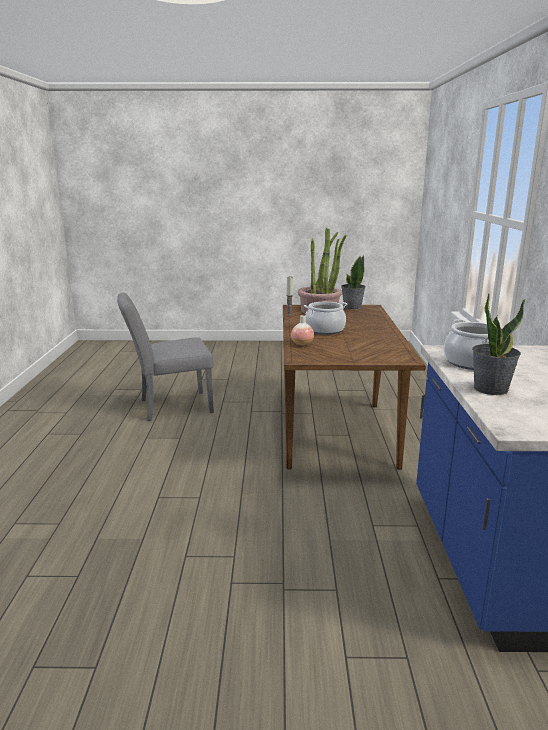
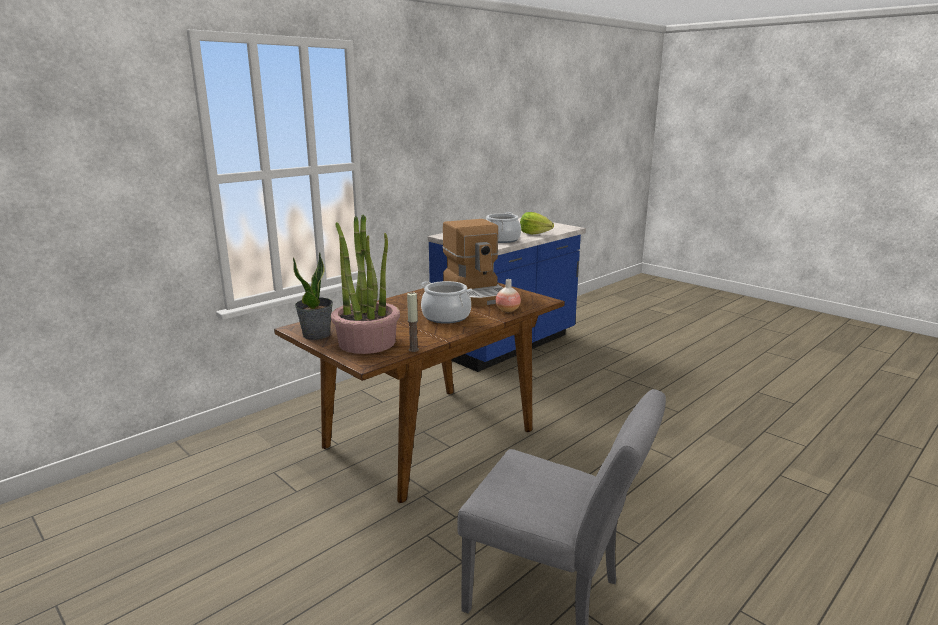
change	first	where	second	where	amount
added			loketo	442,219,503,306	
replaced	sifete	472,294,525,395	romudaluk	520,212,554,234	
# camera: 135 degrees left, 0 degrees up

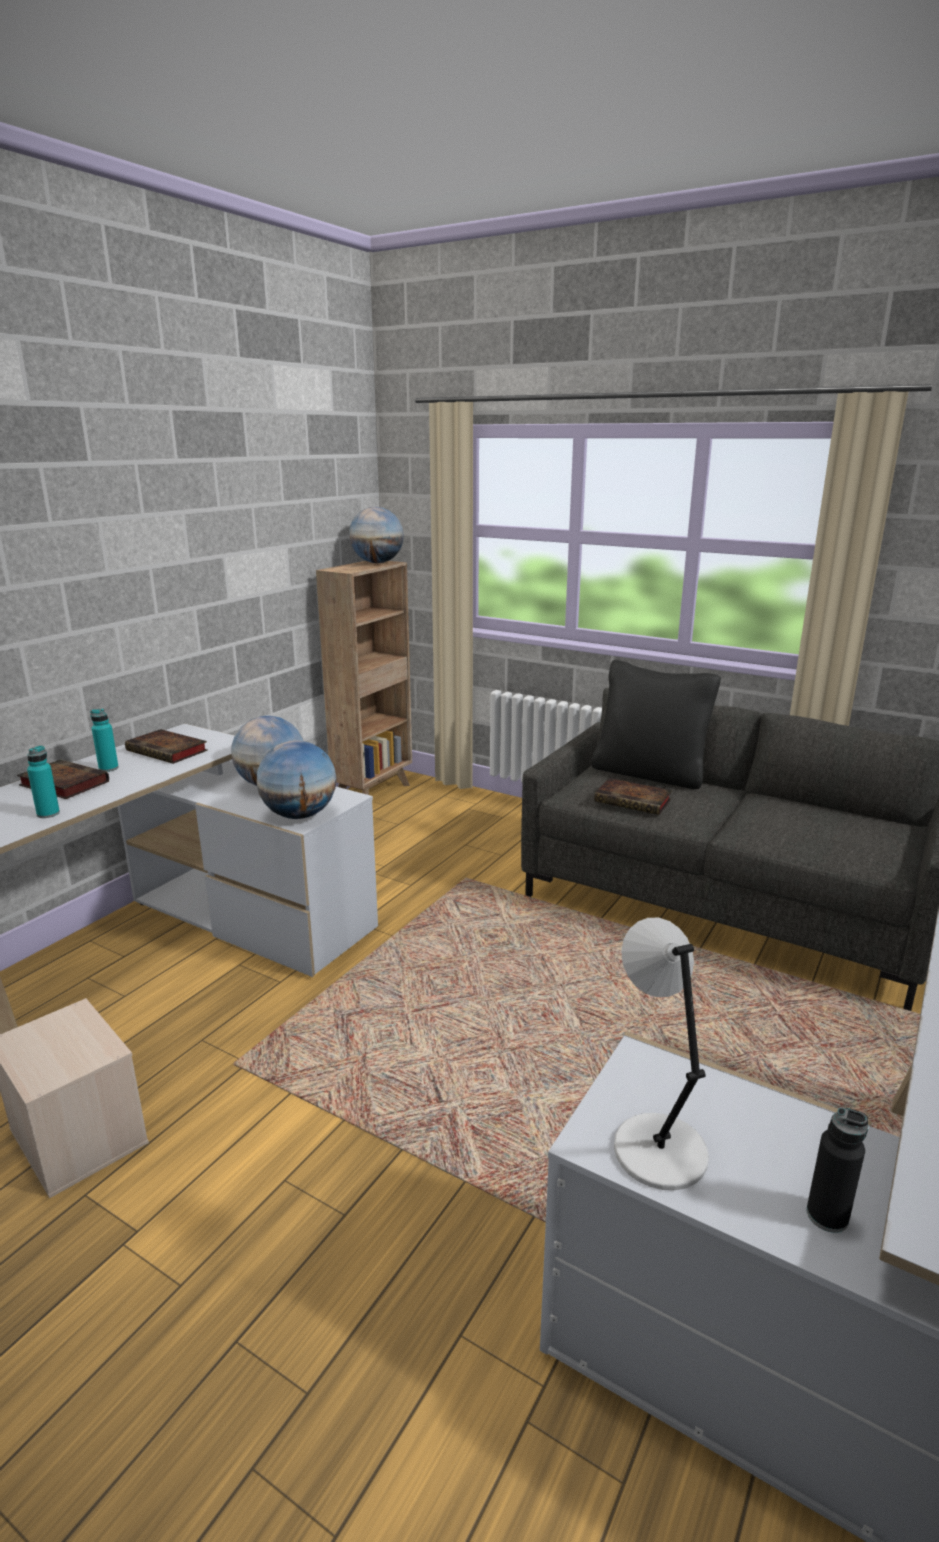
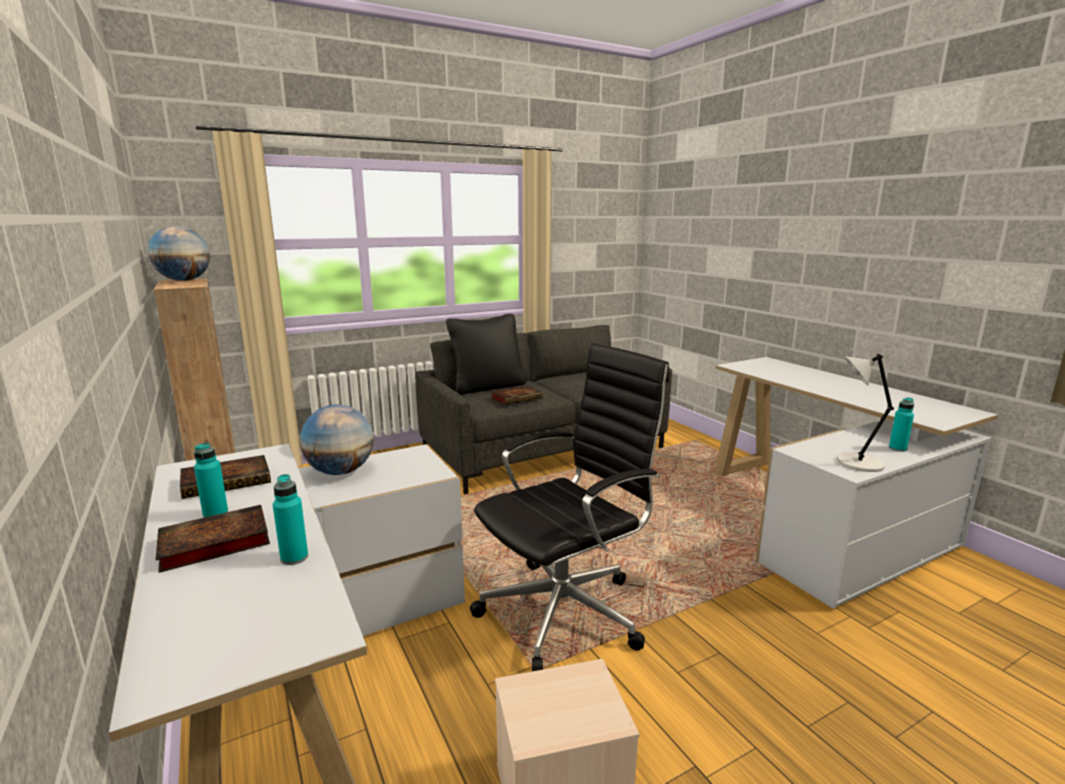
change	first	where	second	where	amount
removed	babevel	257,740,337,819			
added			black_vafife	470,343,669,671	
recoloured	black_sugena	807,1107,868,1233	turquoise_sugena	889,398,914,452	
# camera: 60 degrees left, 5 degrees down

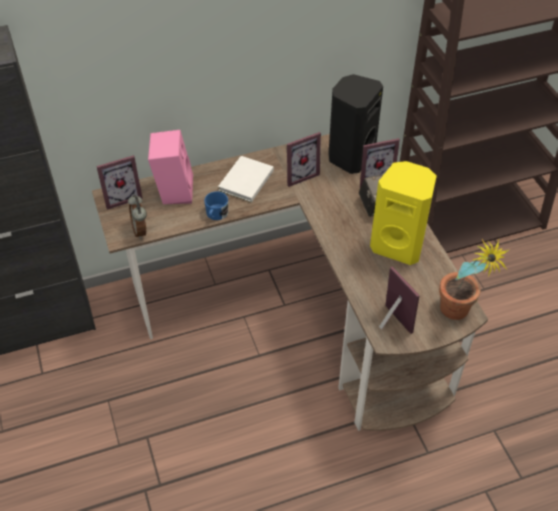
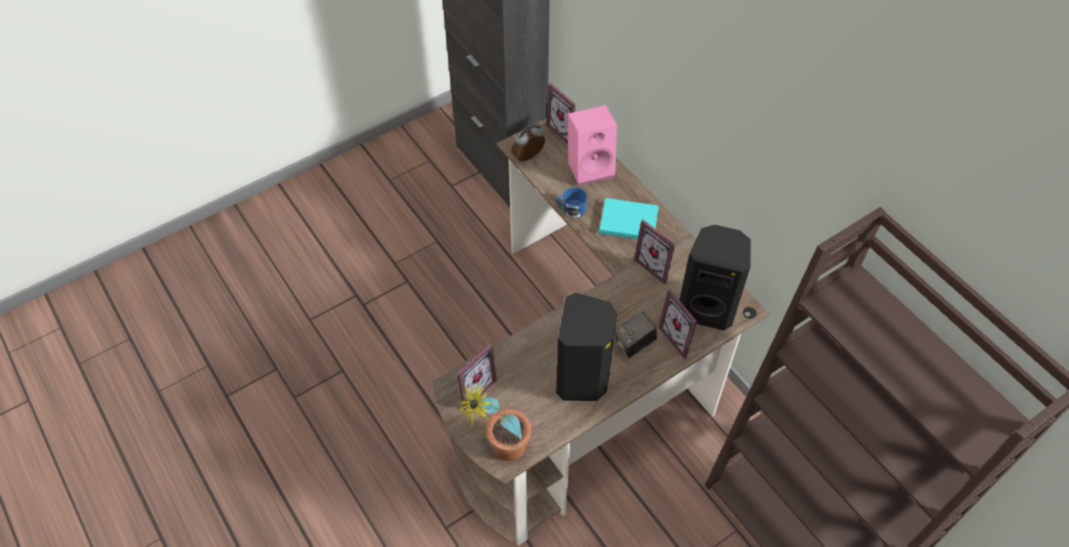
change	first	where	second	where	amount
recoloured	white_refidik	218,156,274,202	turquoise_refidik	599,198,659,239	
recoloured	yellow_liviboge	370,161,437,265	black_liviboge	556,293,617,401	
# camera: 75 degrees right, 5 degrees up

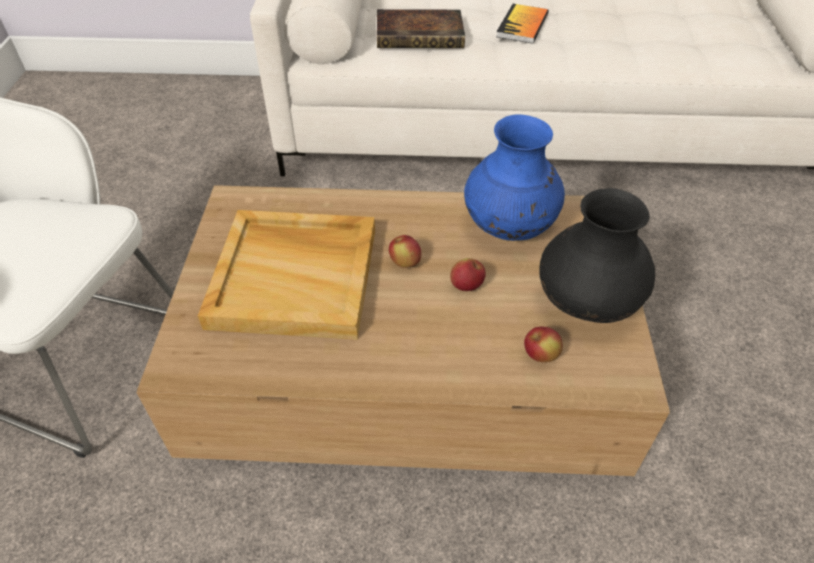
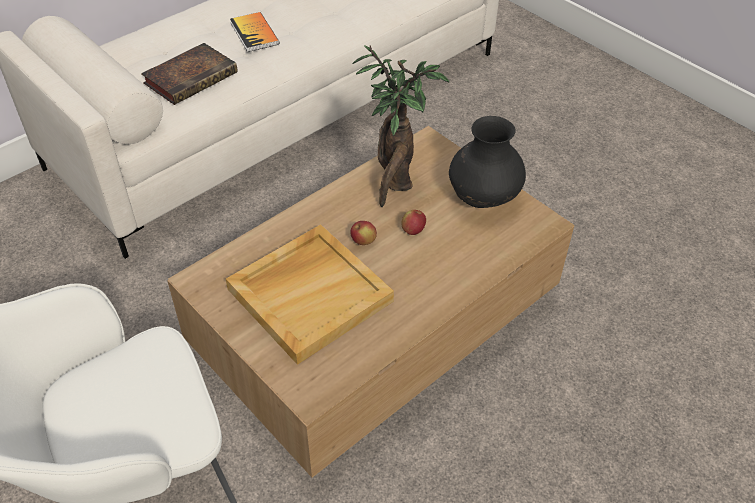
change	first	where	second	where	amount
removed	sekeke	524,327,563,362			
replaced	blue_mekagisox	464,114,565,241	sifete	352,45,449,207	
# camera: 45 degrees left, 0 degrees up

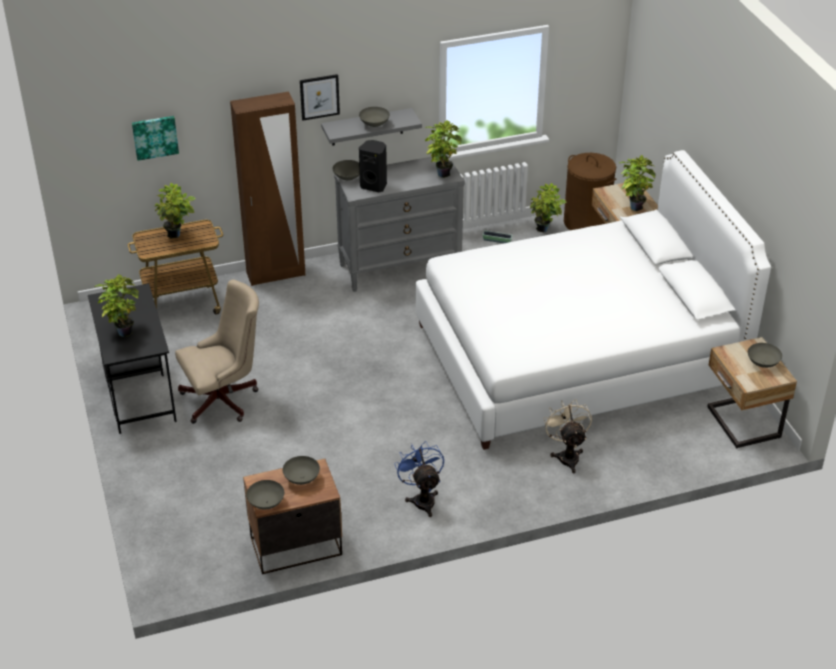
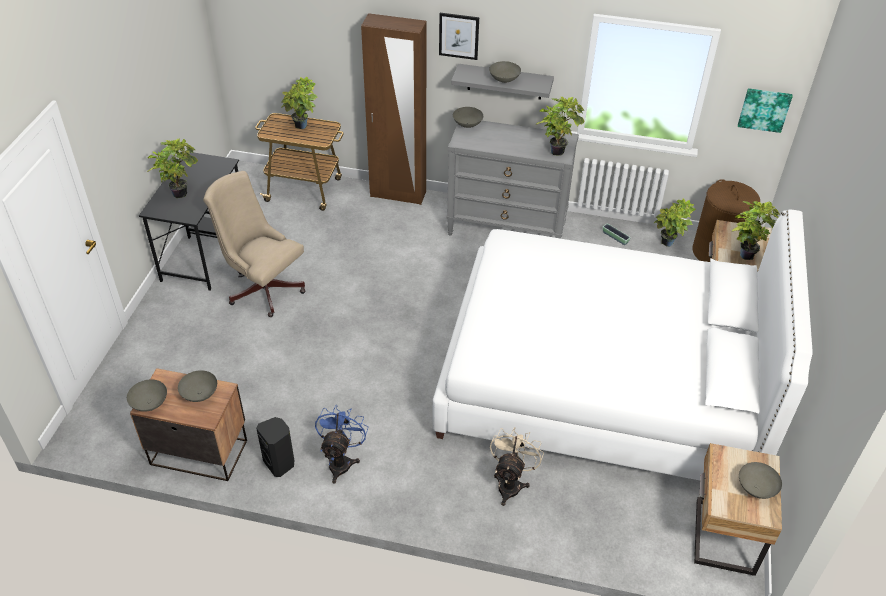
change	first	where	second	where	amount
moved	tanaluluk	132,116,179,161		738,88,793,133	
moved	black_liviboge	359,140,387,192		256,417,294,477	
turned	beige_vafife	175,279,259,424		203,171,306,317	150 degrees counterclockwise
# camera: 30 degrees right, 5 degrees up

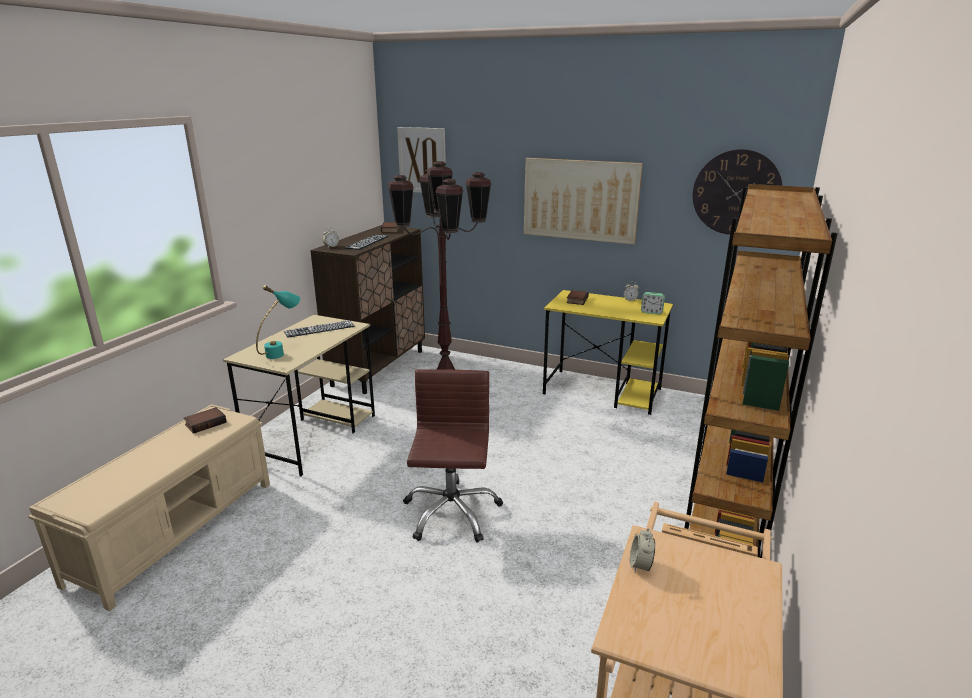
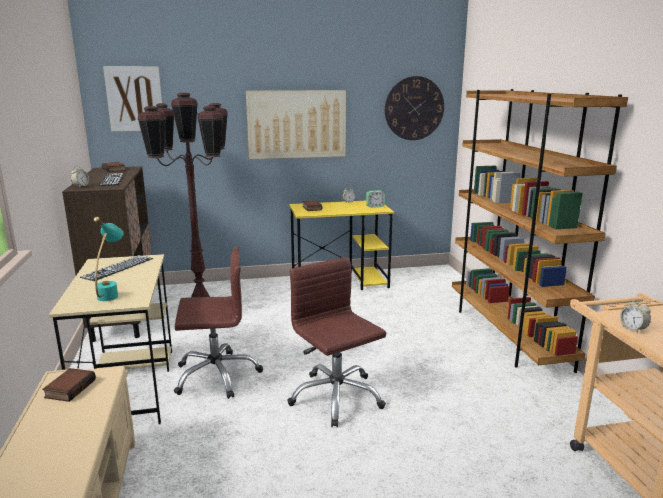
change	first	where	second	where	amount
added			brown_vafife	174,246,263,399	
# camera: 35 degrees left, 5 degrees down

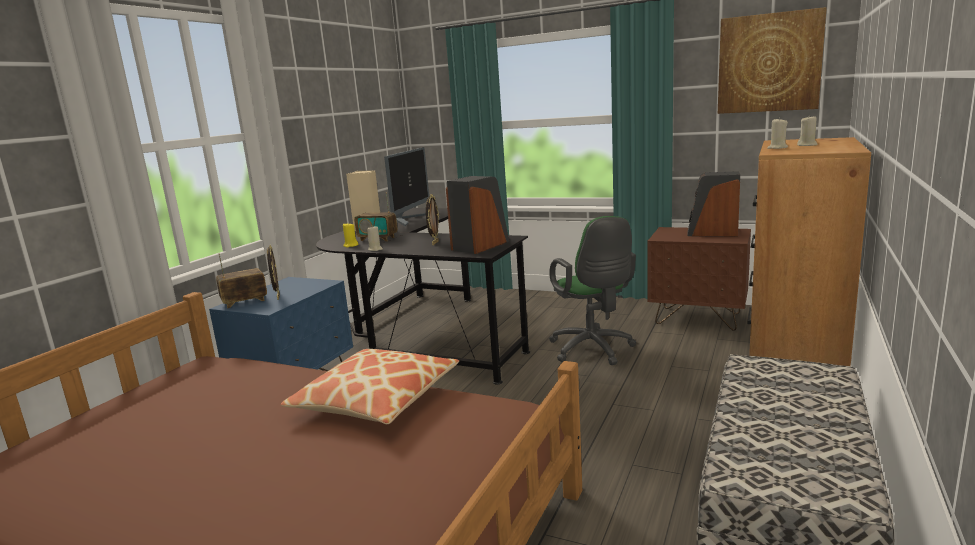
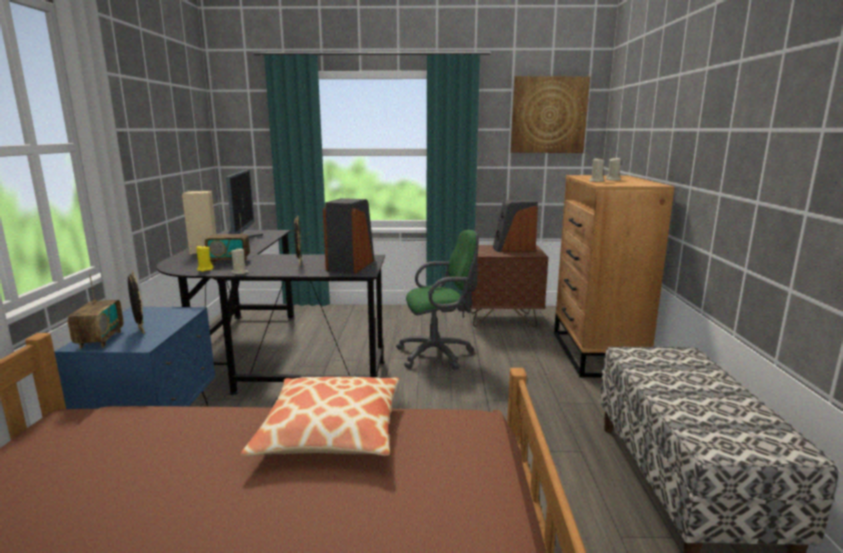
change	first	where	second	where	amount
turned	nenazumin	216,253,267,308		68,274,124,349	135 degrees clockwise
turned	green_vafife	549,216,637,365		396,230,479,370	60 degrees counterclockwise
# camera: 25 degrees left, 0 degrees up

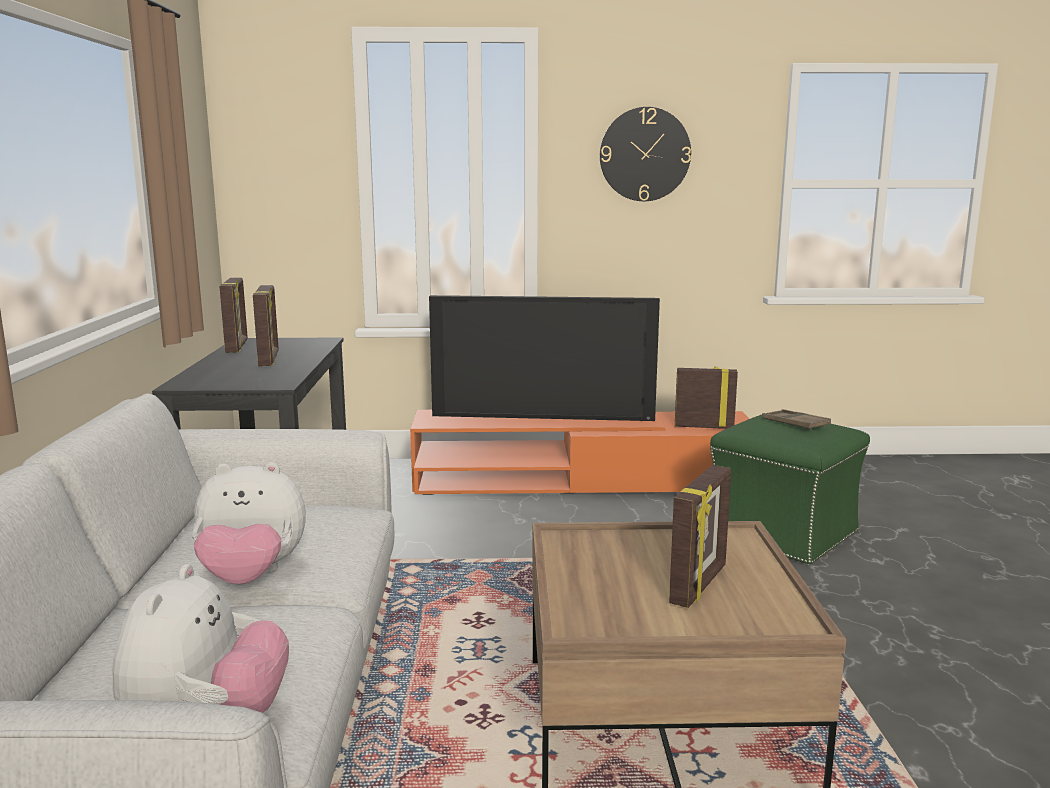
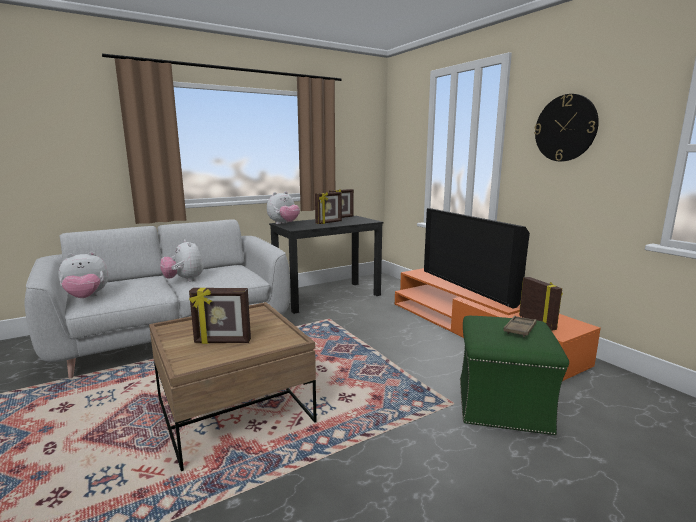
change	first	where	second	where	amount
added			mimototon	267,191,300,224	
# camera: 60 degrees right, 0 degrees up

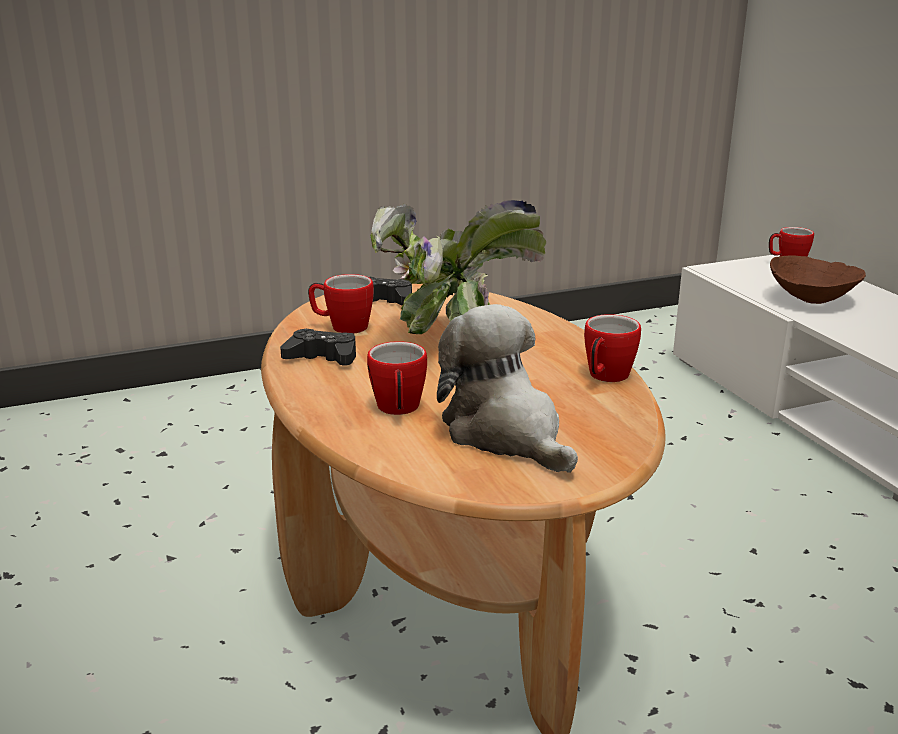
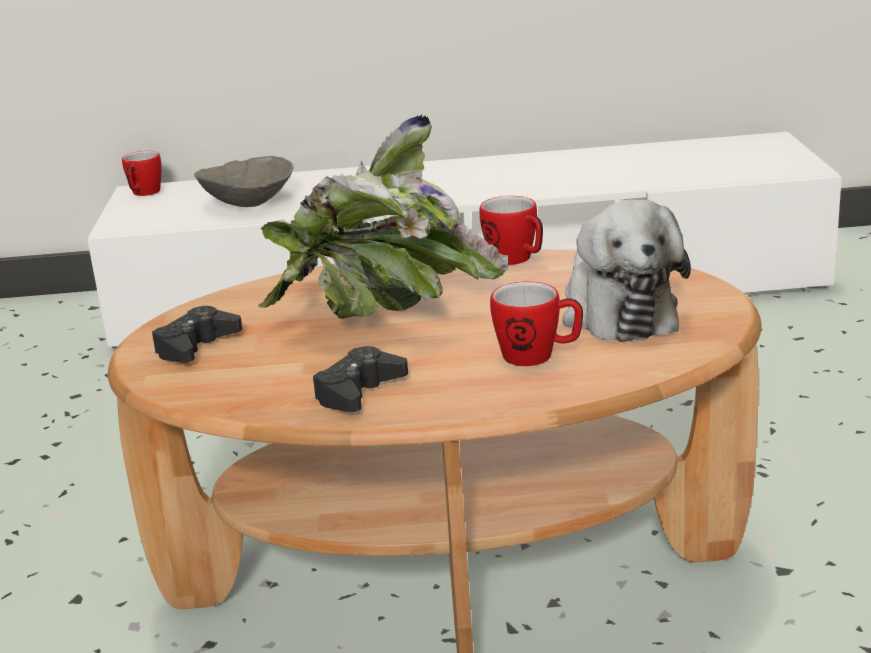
change	first	where	second	where	amount
removed	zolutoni	308,274,374,334			
recoloured	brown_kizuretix	770,255,866,304	grey_kizuretix	194,156,294,207	
turned	mimototon	437,304,578,473		563,199,691,342	90 degrees counterclockwise
# camera: 70 degrees left, 0 degrees up

